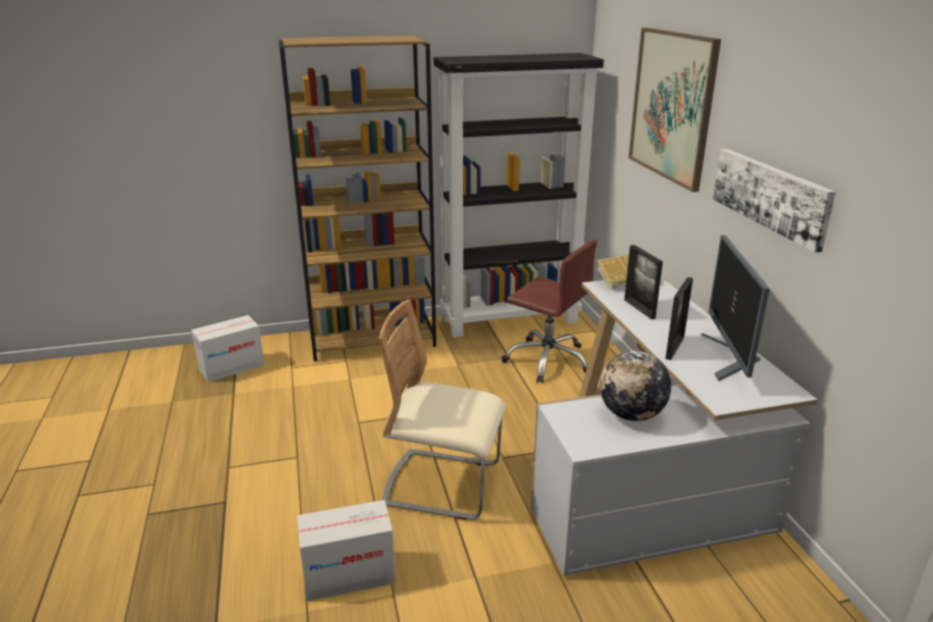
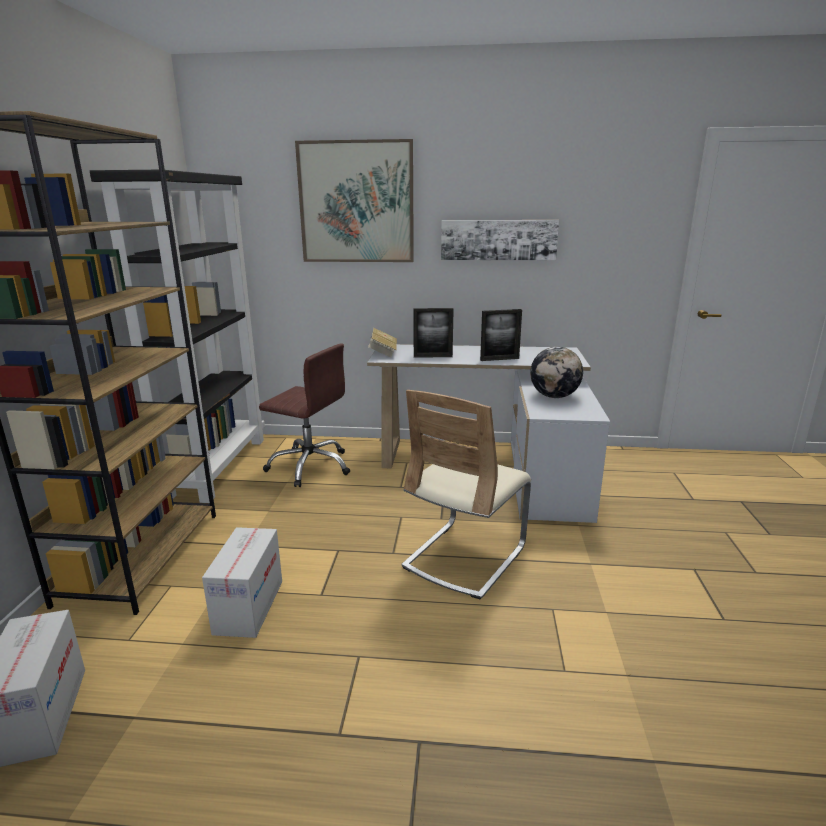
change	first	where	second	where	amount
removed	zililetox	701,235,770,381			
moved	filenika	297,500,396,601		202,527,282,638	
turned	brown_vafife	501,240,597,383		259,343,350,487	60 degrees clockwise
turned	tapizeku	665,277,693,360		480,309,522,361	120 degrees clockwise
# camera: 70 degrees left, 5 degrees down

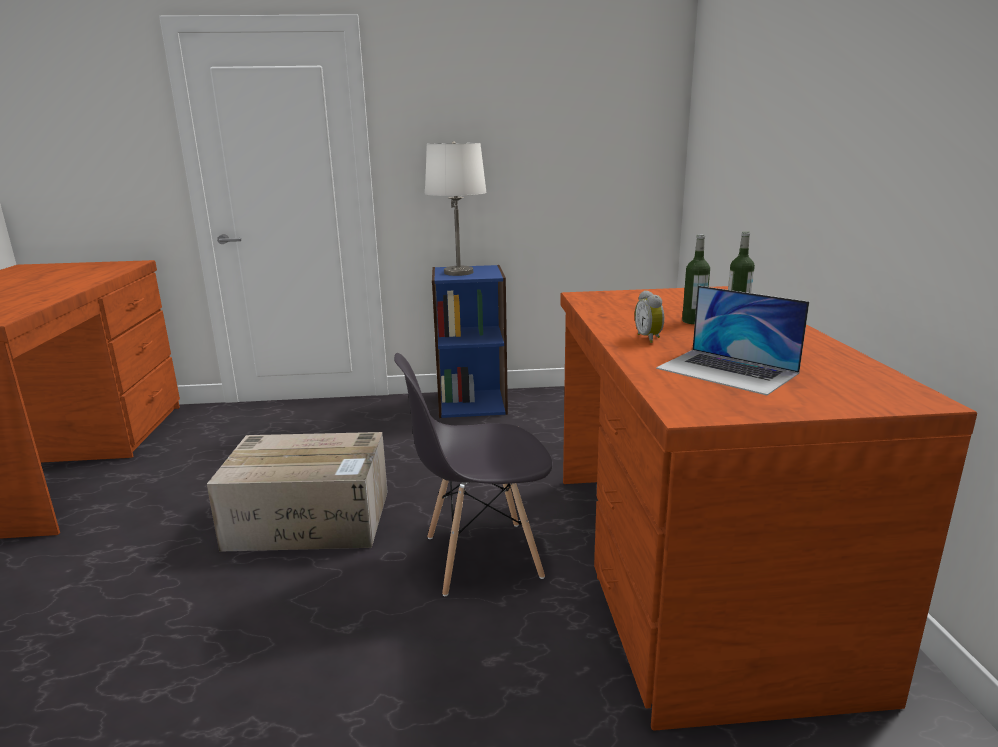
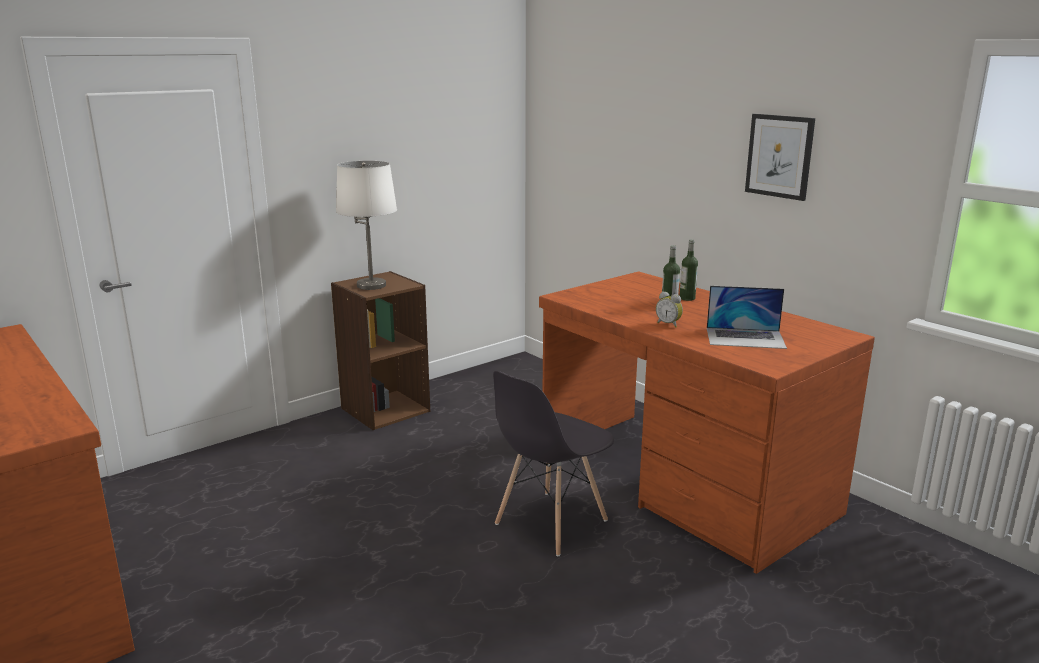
change	first	where	second	where	amount
removed	filenika	207,432,388,552			
added			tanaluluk	745,114,815,201	
recoloured	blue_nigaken	432,265,508,418	brown_nigaken	331,271,430,430	
# camera: 35 degrees left, 0 degrees up

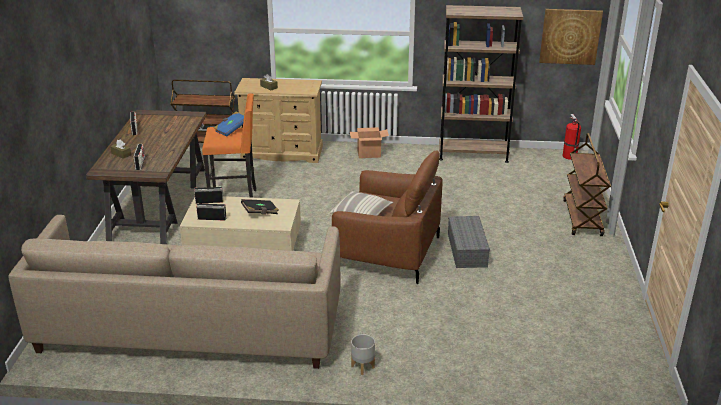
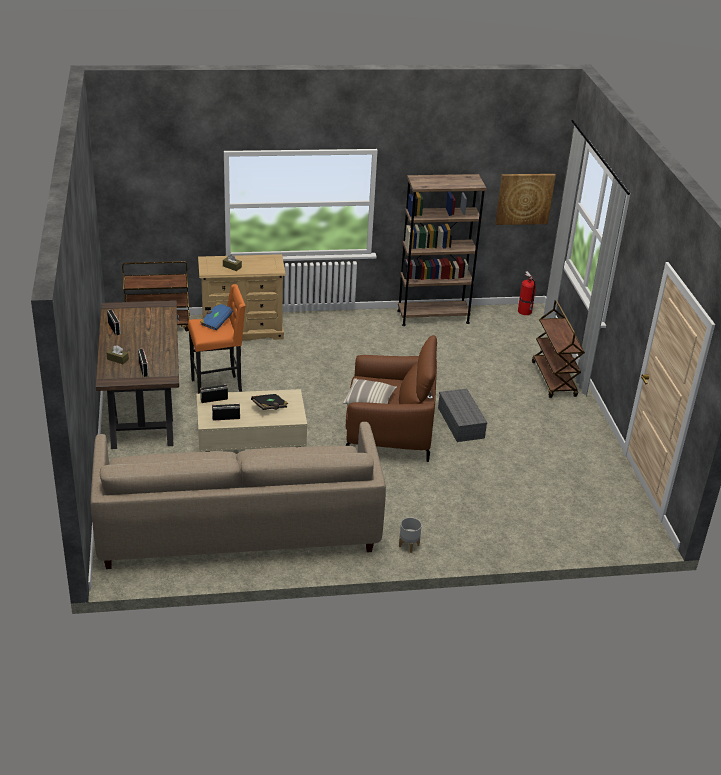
change	first	where	second	where	amount
removed	filenika	350,127,389,158			
# camera: 15 degrees left, 5 degrees up

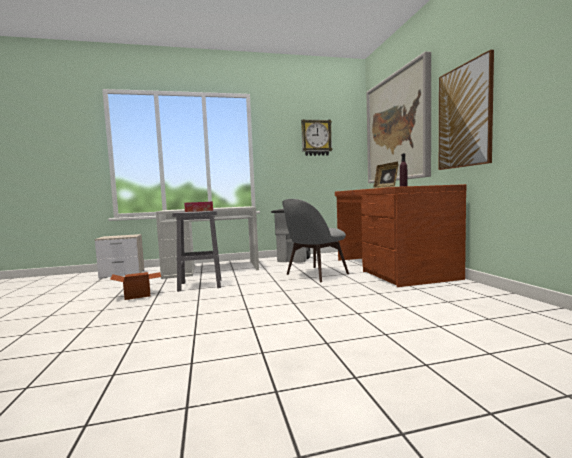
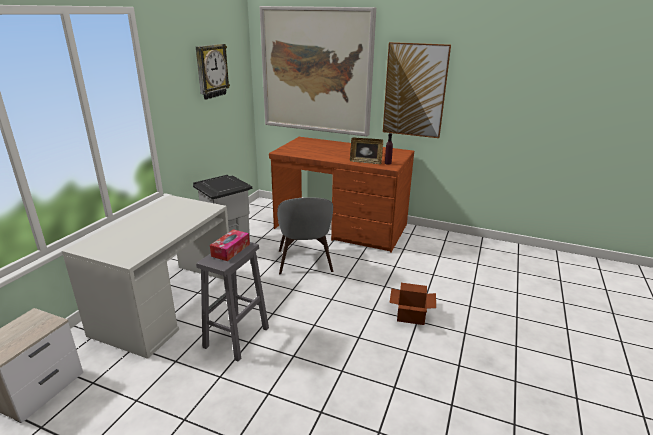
change	first	where	second	where	amount
moved	filenika	110,272,161,300		389,283,436,325	
# camera: 55 degrees left, 20 degrees up

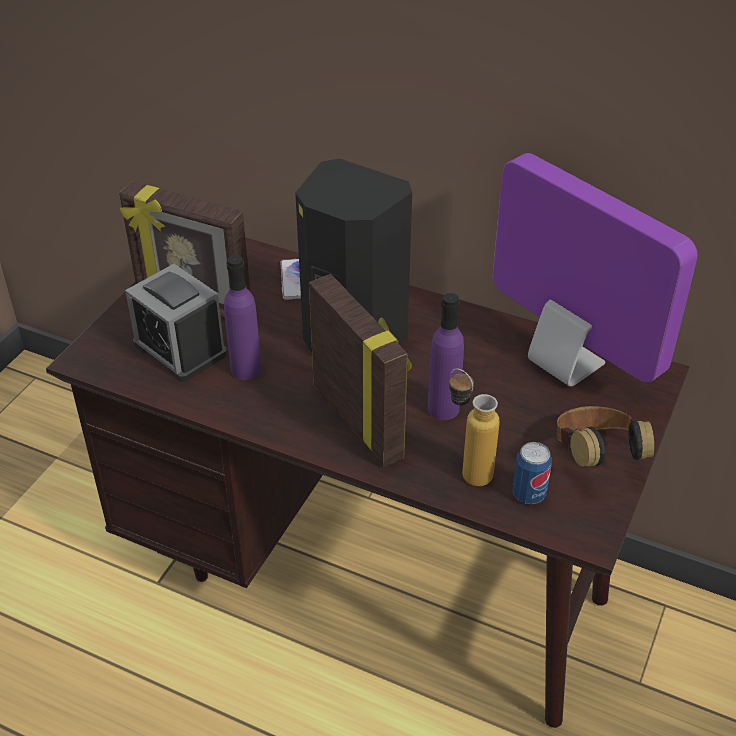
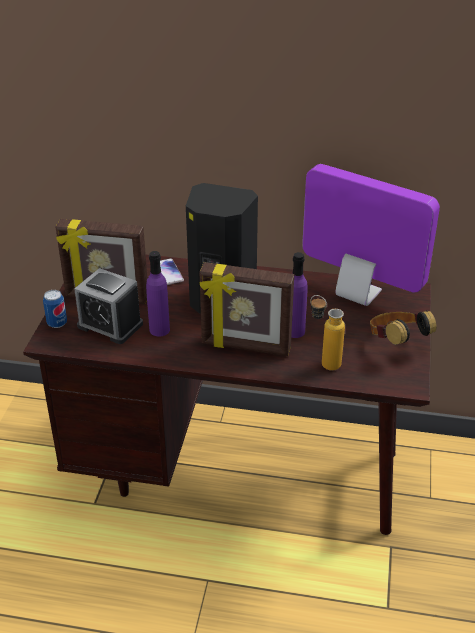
change	first	where	second	where	amount
moved	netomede	512,442,552,504		43,290,67,328	
turned	tapizeku	309,274,412,467		199,262,294,356	150 degrees clockwise
# camera: 15 degrees left, 5 degrees down

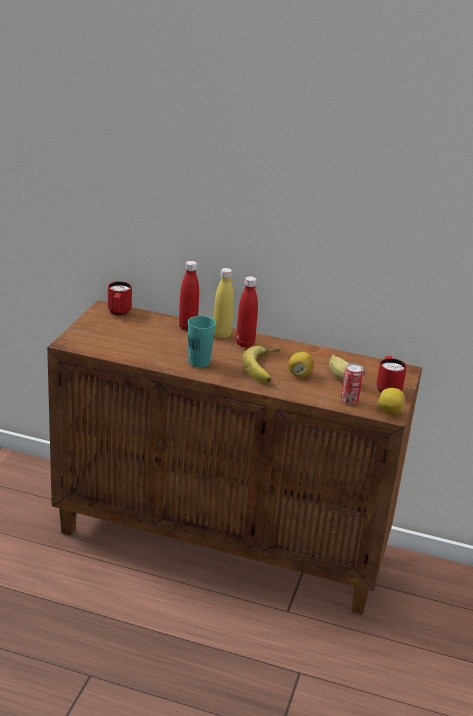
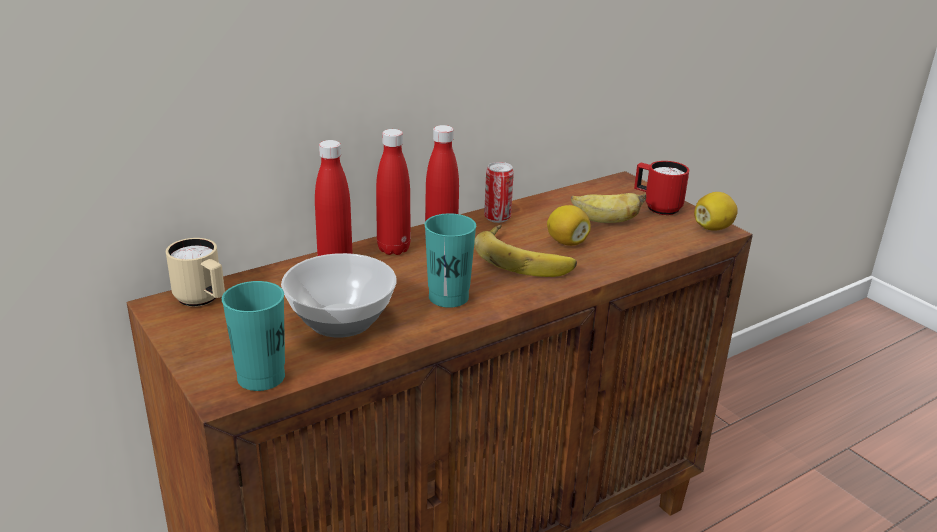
change	first	where	second	where	amount
added			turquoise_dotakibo	222,281,285,391	
added			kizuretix	281,253,397,338	
moved	netomede	341,363,364,404		484,162,514,223	
recoloured	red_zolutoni	108,281,132,315	beige_zolutoni	166,238,225,307	
recoloured	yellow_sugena	214,268,234,339	red_sugena	376,129,411,255	
# camera: 50 degrees left, 0 degrees up

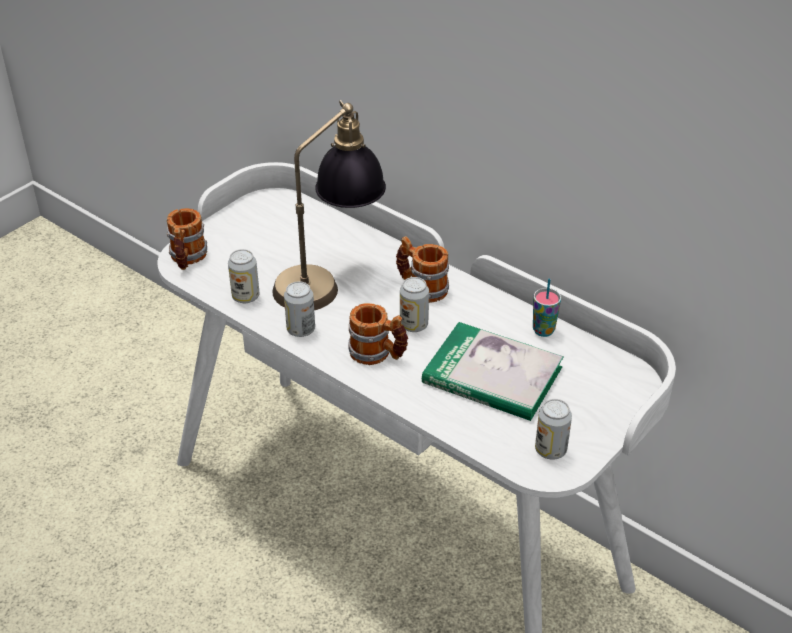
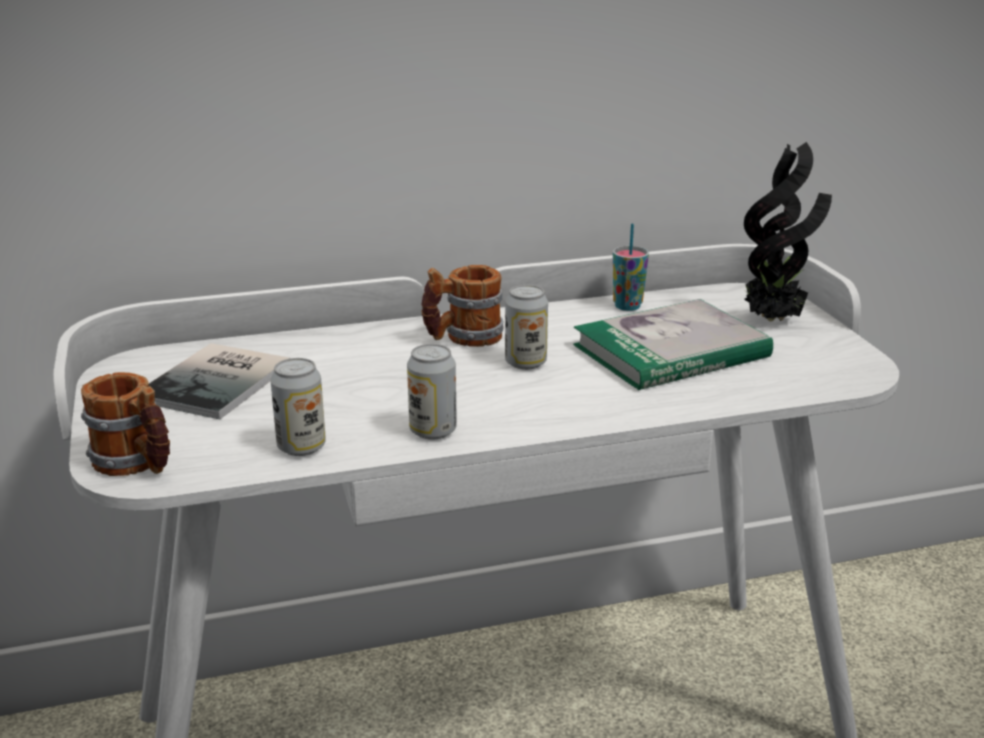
change	first	where	second	where	amount
removed	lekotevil	272,100,386,310			
removed	zolutoni	348,303,408,365			
removed	netomede	535,399,572,460			
added			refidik	149,343,290,419	
added			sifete	744,142,832,321	
# camera: 55 degrees left, 15 degrees down

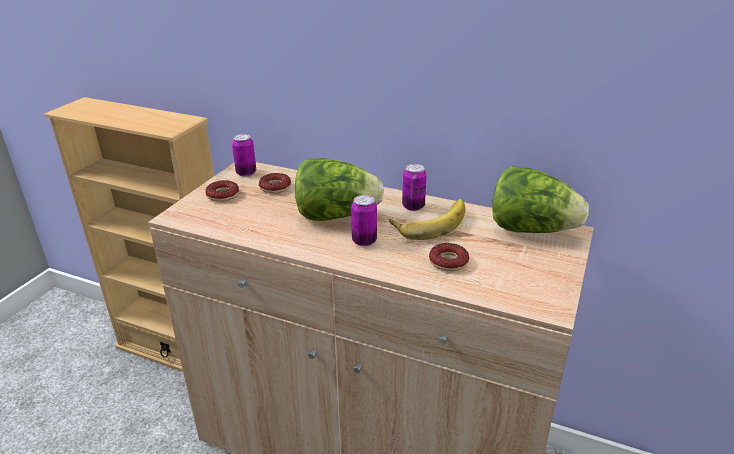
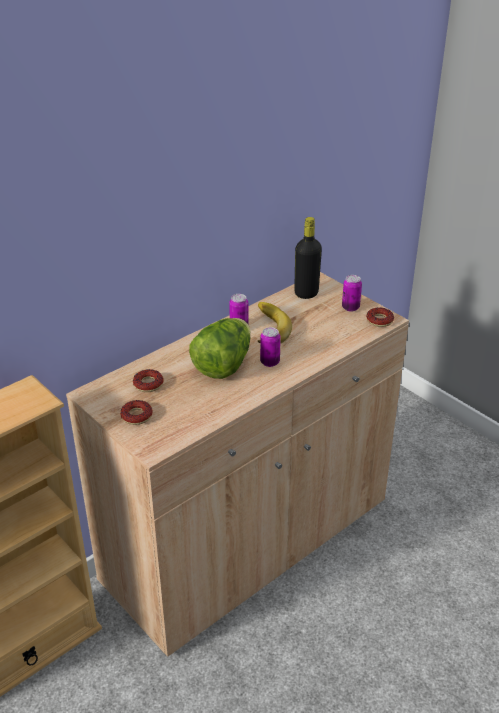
change	first	where	second	where	amount
moved	netomede	232,134,256,177		342,275,362,312	
moved	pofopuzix	429,243,469,271		366,307,394,327	
replaced	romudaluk	492,166,589,233	black_sugena	294,217,322,299	
# camera: 65 degrees left, 5 degrees up

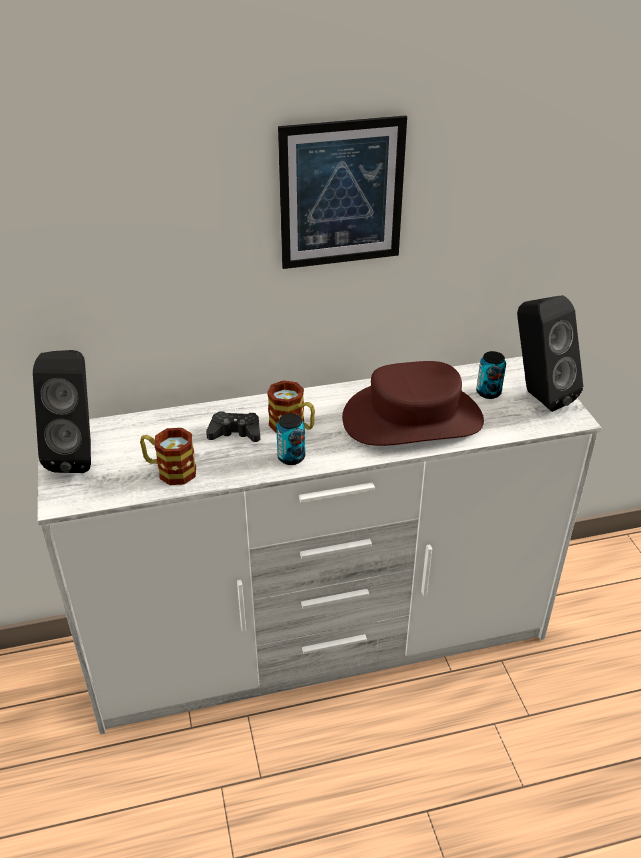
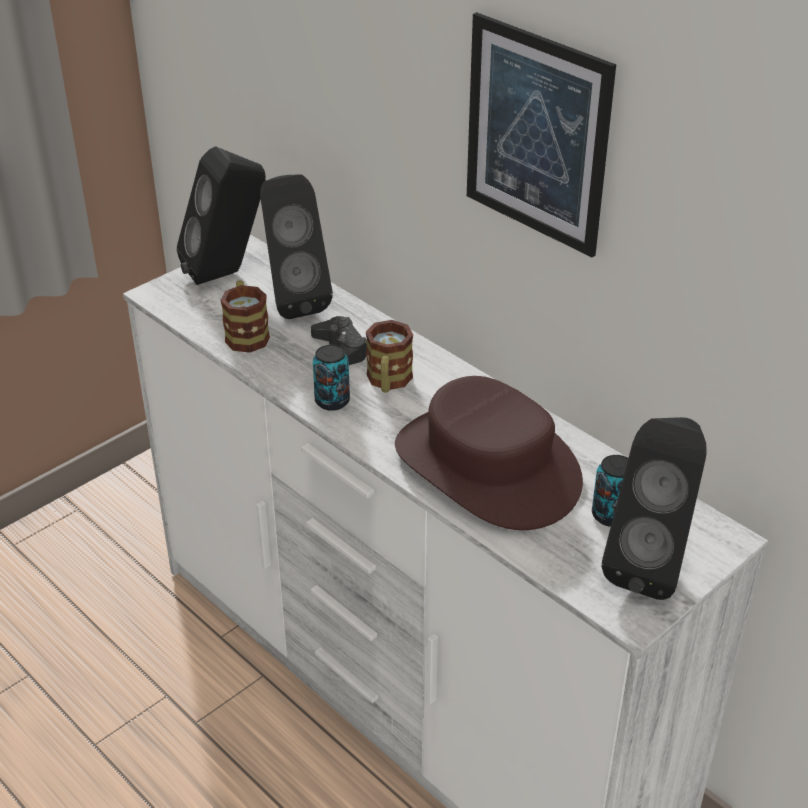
change	first	where	second	where	amount
added			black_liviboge	260,174,333,319	
# camera: 60 degrees right, 0 degrees up

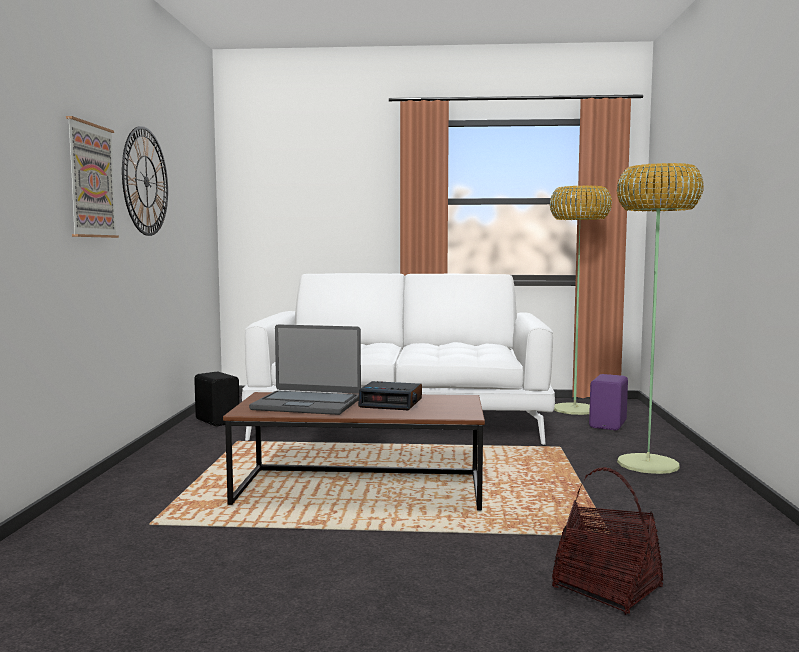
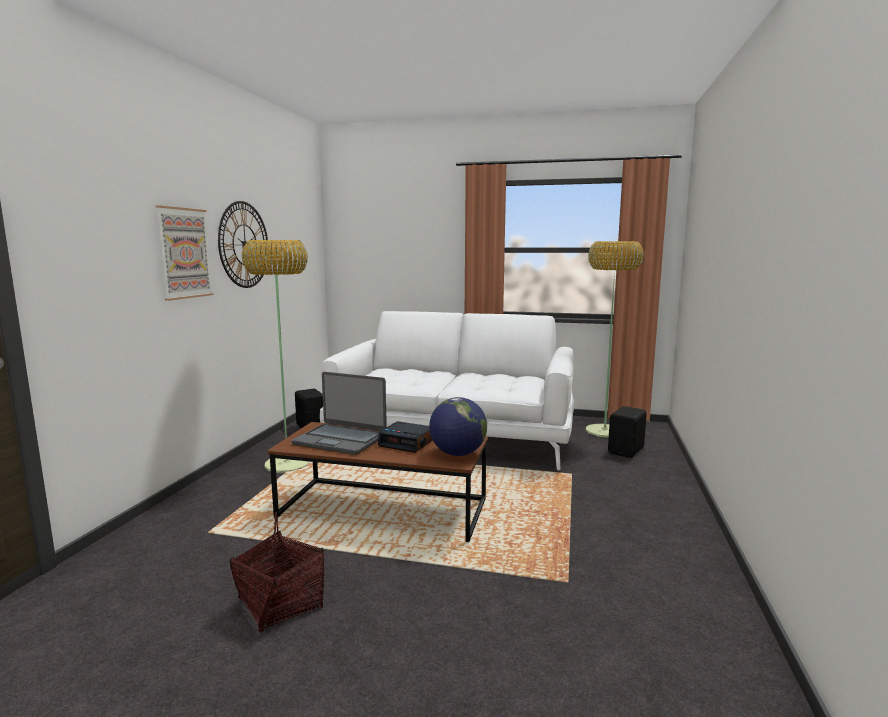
change	first	where	second	where	amount
added			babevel	429,397,487,456	
moved	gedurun	552,467,663,615		230,512,324,632	
moved	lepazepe	617,163,704,474		242,240,310,473	
recoloured	purple_liviboge	589,374,628,430	black_liviboge	608,406,647,458	
# camera: 10 degrees right, 5 degrees up

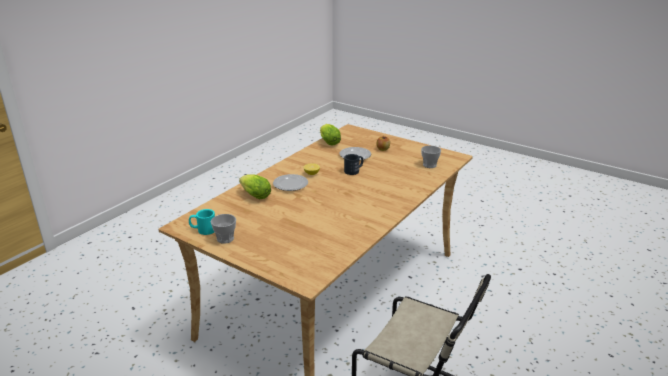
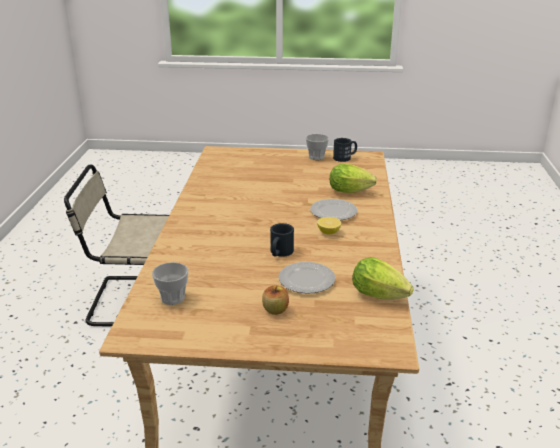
change	first	where	second	where	amount
recoloured	turquoise_zolutoni	189,209,215,235	black_zolutoni	333,138,357,162	
# camera: 150 degrees right, 0 degrees up

